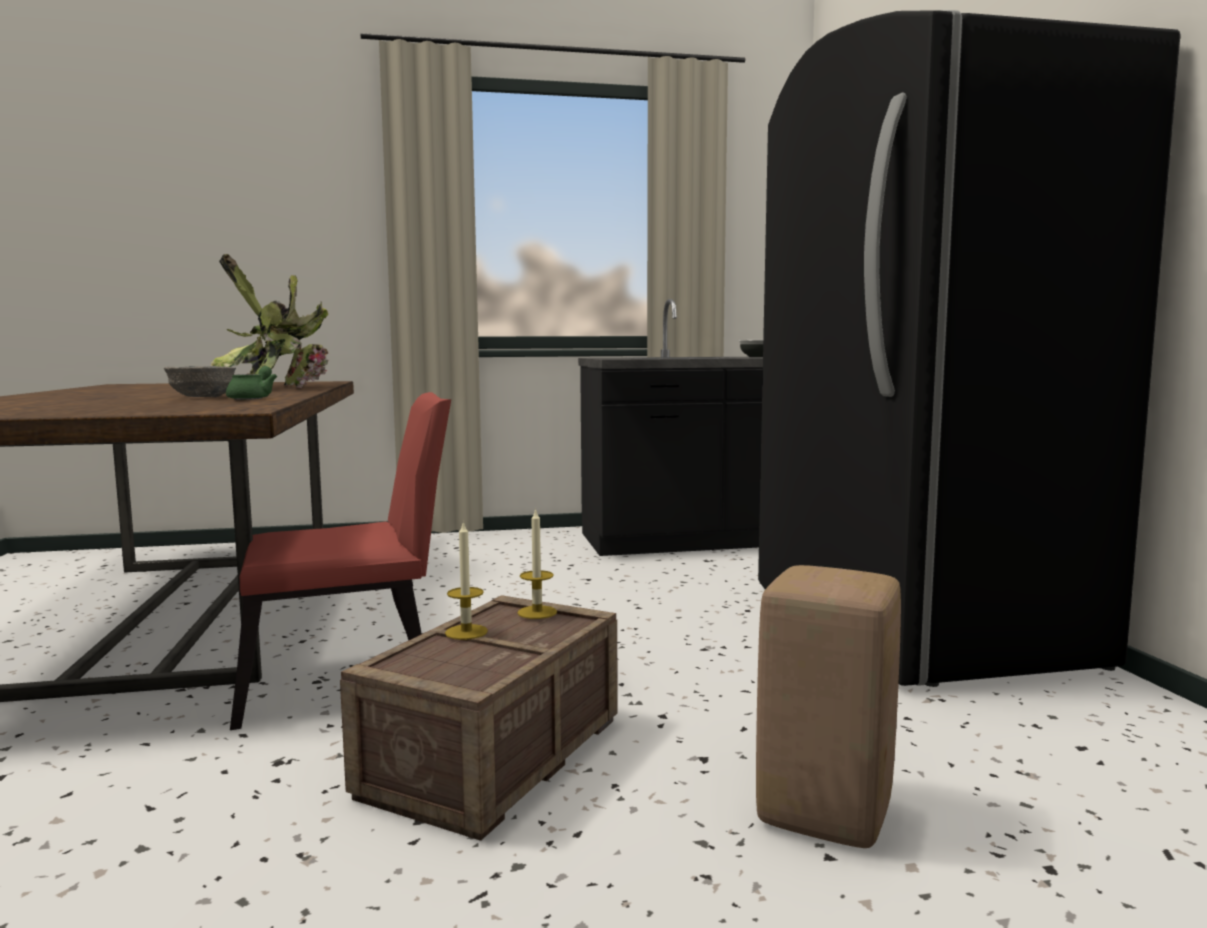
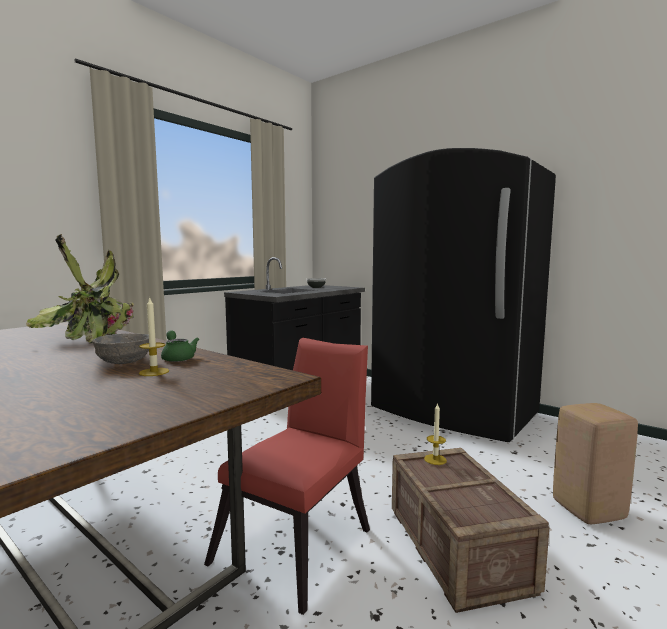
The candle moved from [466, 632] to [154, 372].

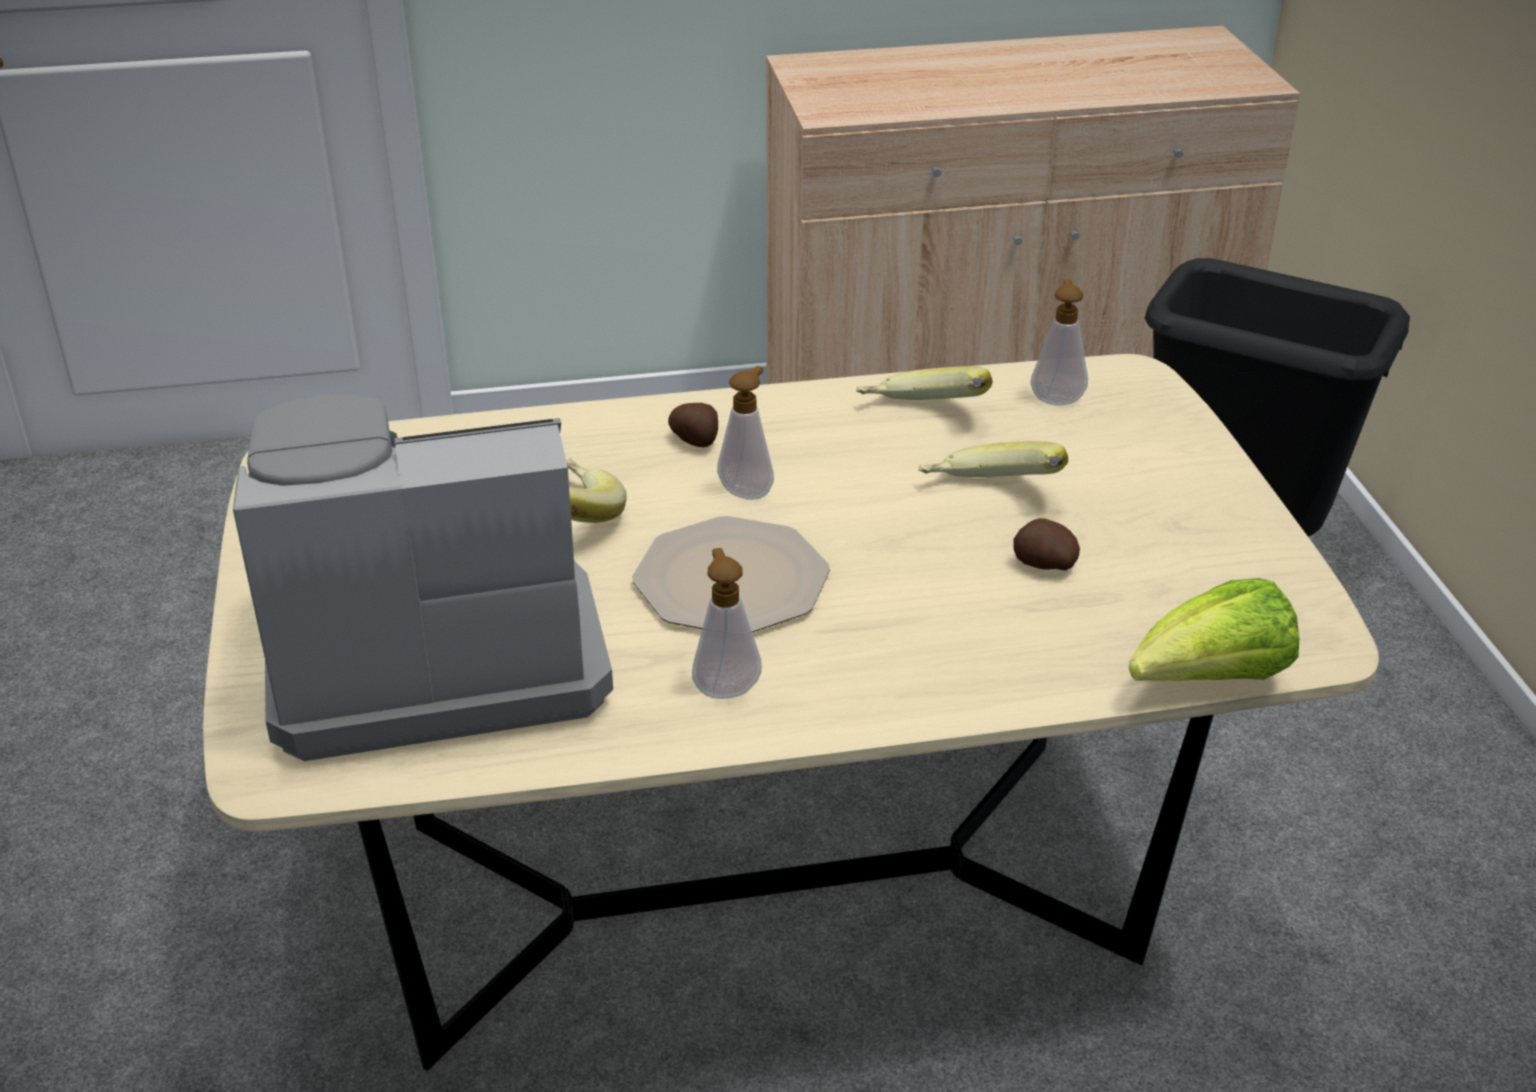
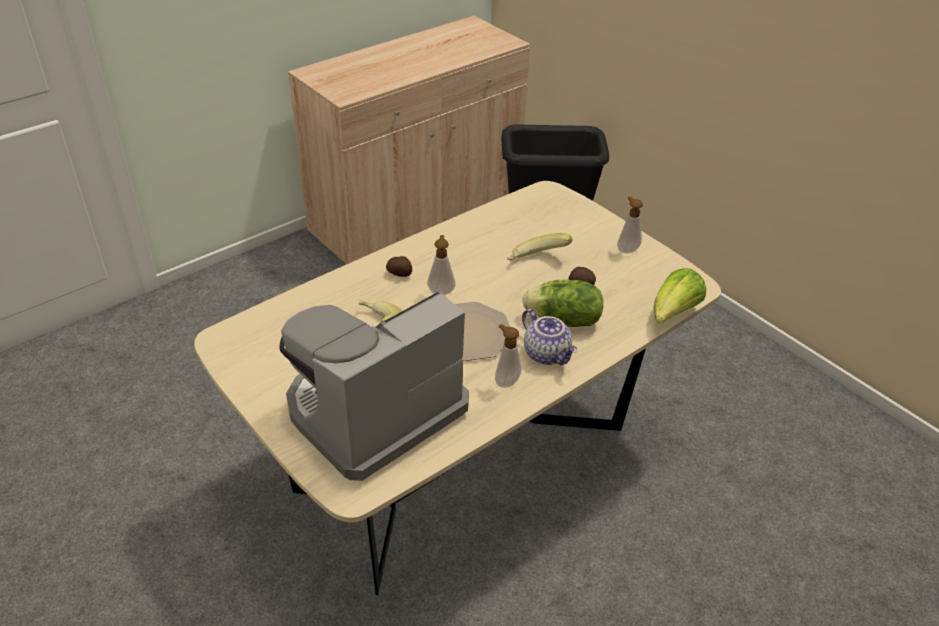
The soap bottle moved from [1056, 398] to [626, 249]. The whole banana at [921, 416] disappeared. The lettuce at [563, 321] appeared. The teapot at [547, 354] appeared.

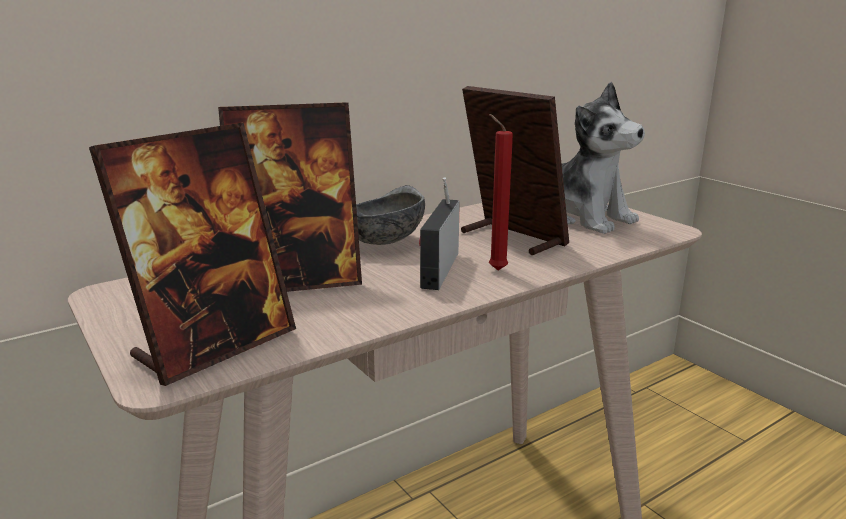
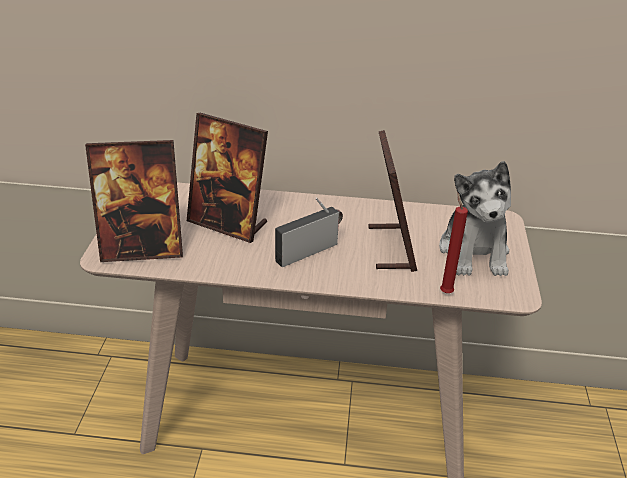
The red-coloured candle moved from [495, 269] to [445, 291]. The gray deep dish at [382, 241] disappeared.

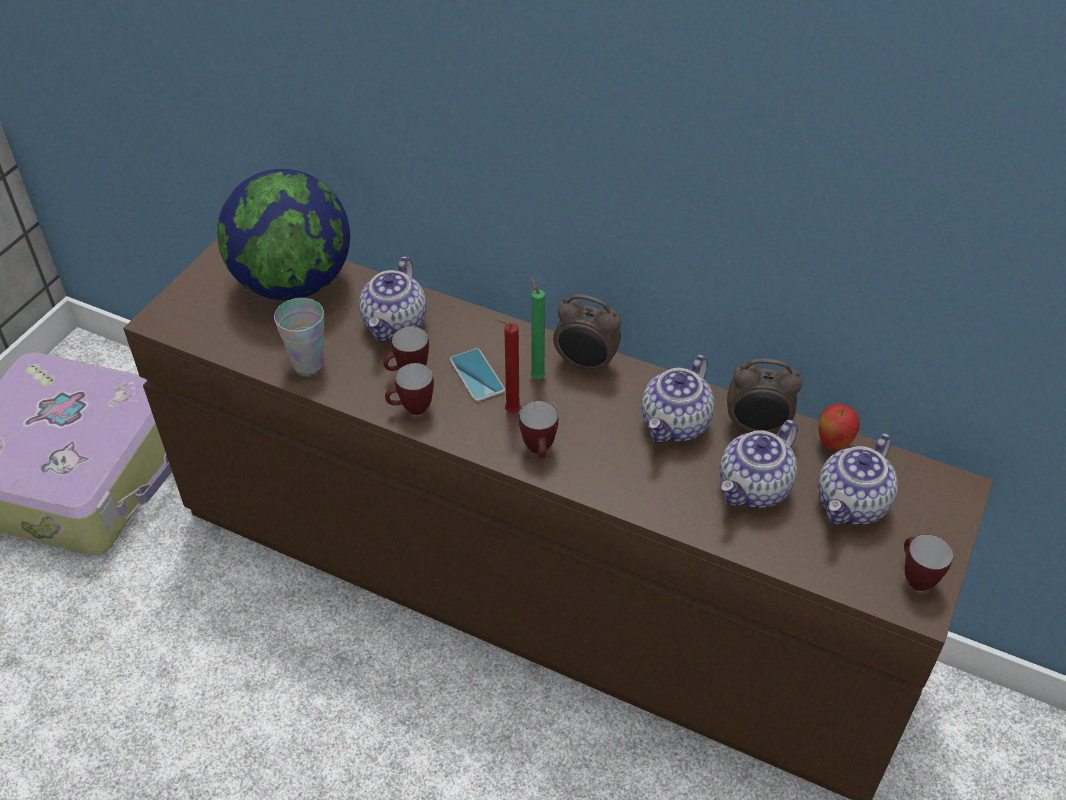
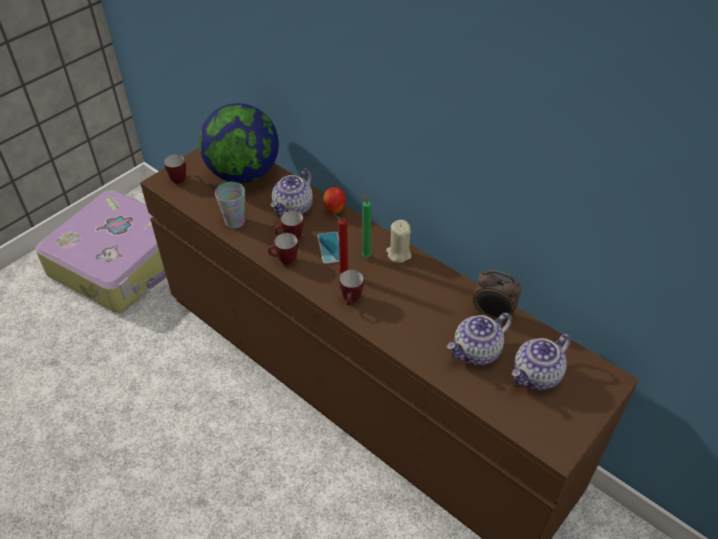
The alarm clock at [585, 364] was replaced by the beige candle at [398, 254]. The teapot at [676, 425] disappeared. The apple fruit moved from [833, 444] to [335, 211]. The mug moved from [914, 577] to [178, 178].

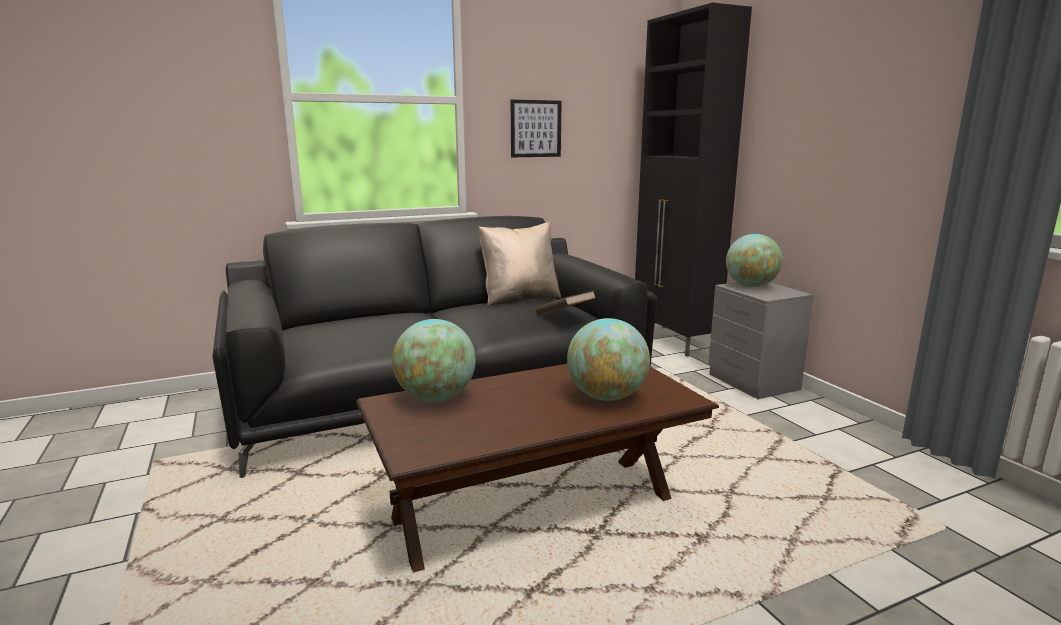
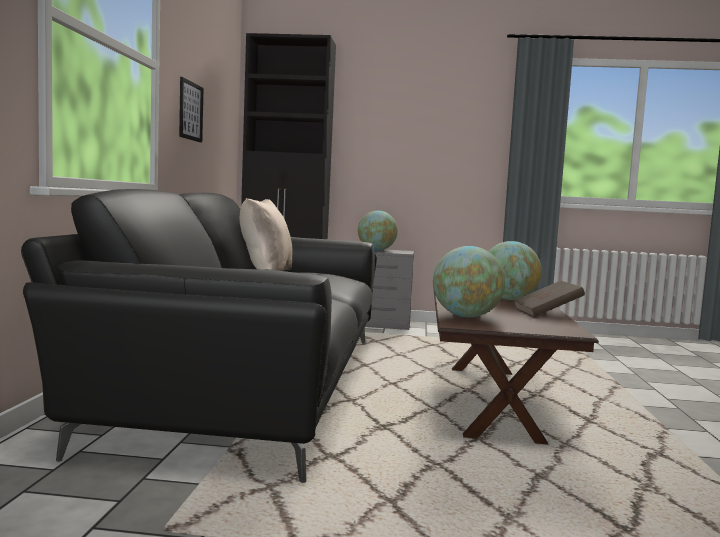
The brown-coloured volume moved from [564, 316] to [547, 313].

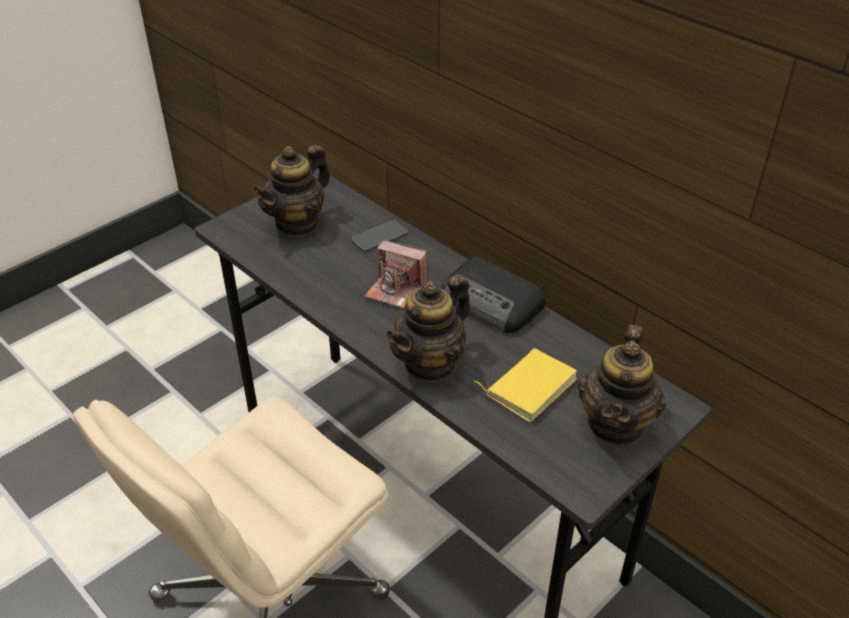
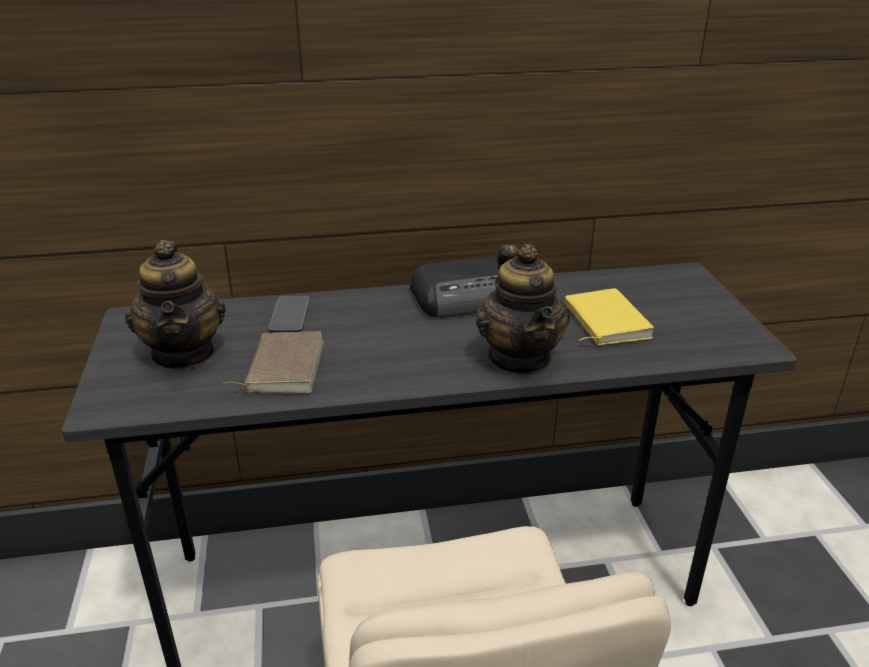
The photo camera at [396, 289] disappeared. The teapot at [616, 424] disappeared. The brown-coloured volume at [282, 367] appeared.

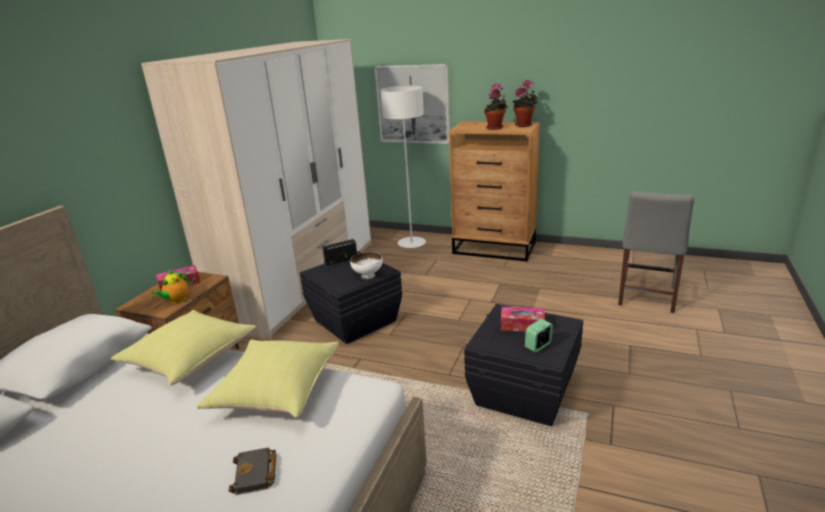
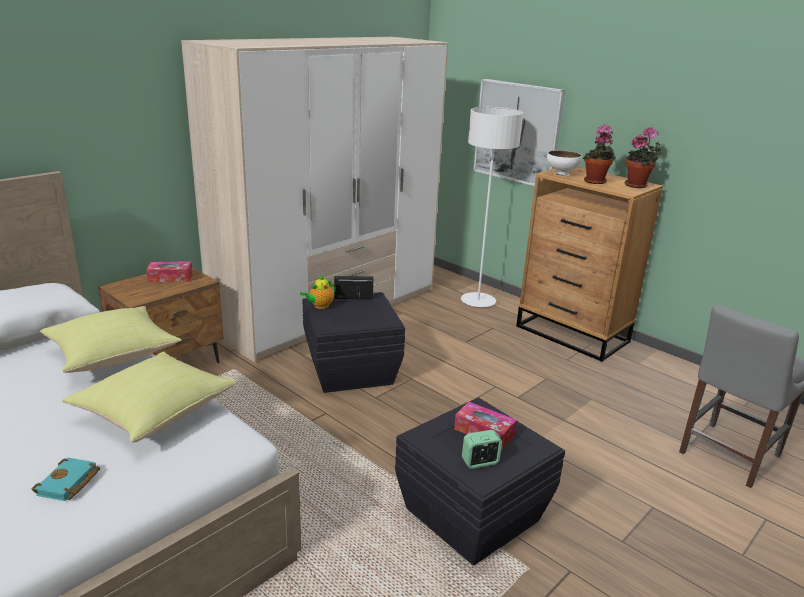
The white deep dish moved from [368, 275] to [562, 174]. The teapot moved from [176, 300] to [320, 306]. The black volume at [256, 474] became the turquoise volume at [68, 484].

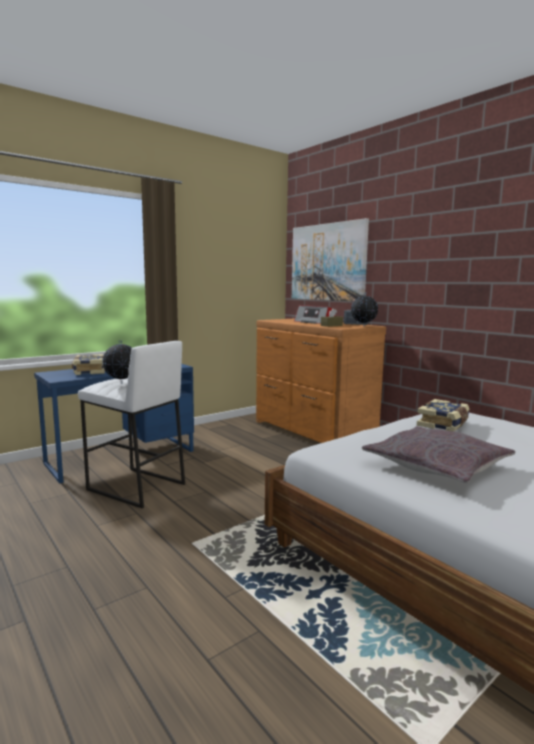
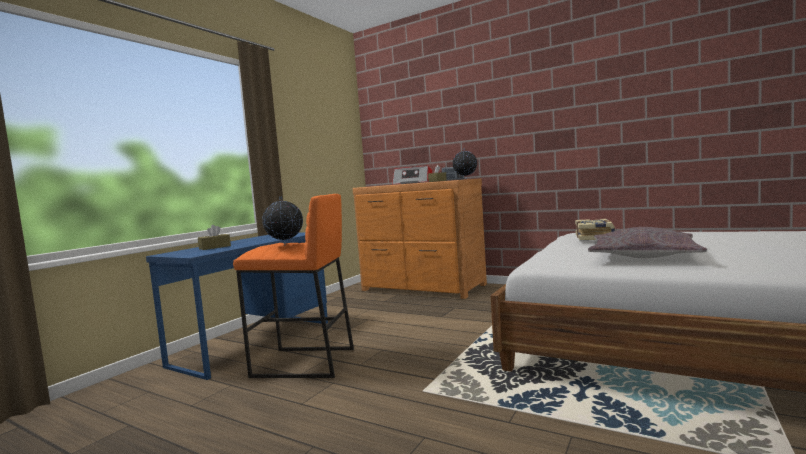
The wall picture at [327, 262] disappeared. The white stool seat at [135, 487] became the orange-coloured stool seat at [303, 363]. The volume at [88, 371] was replaced by the brown-coloured box of tissues at [215, 247].

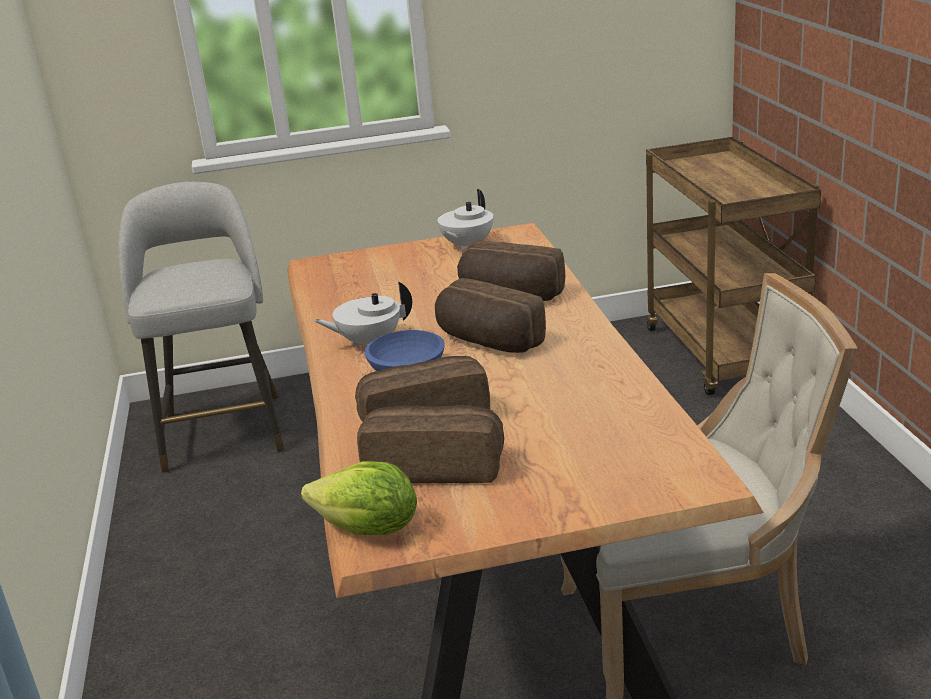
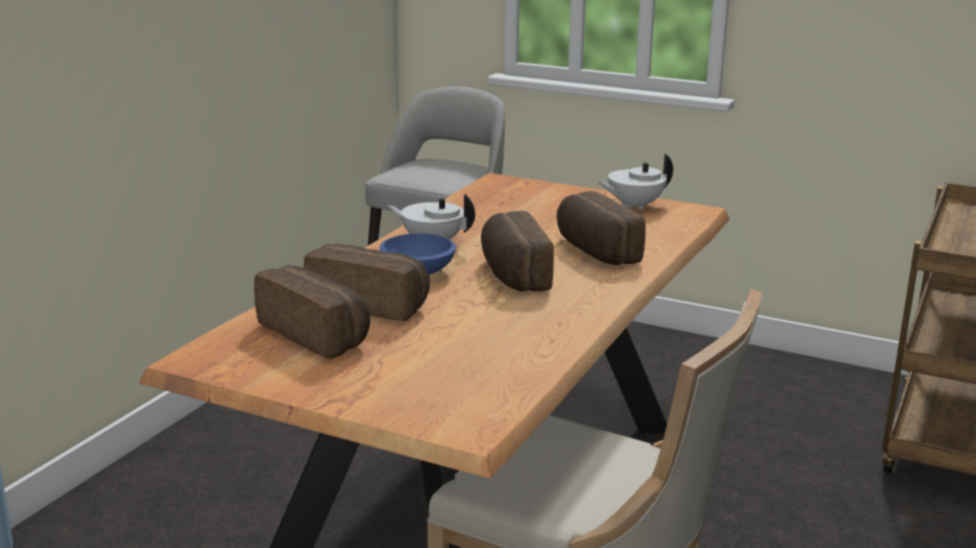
The lettuce at [368, 530] disappeared.

